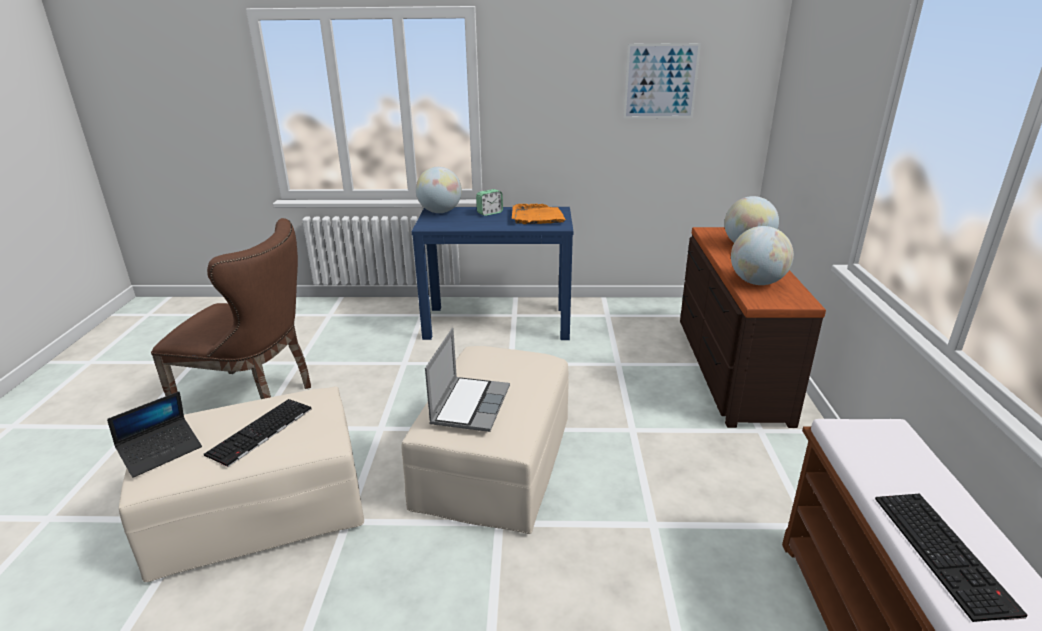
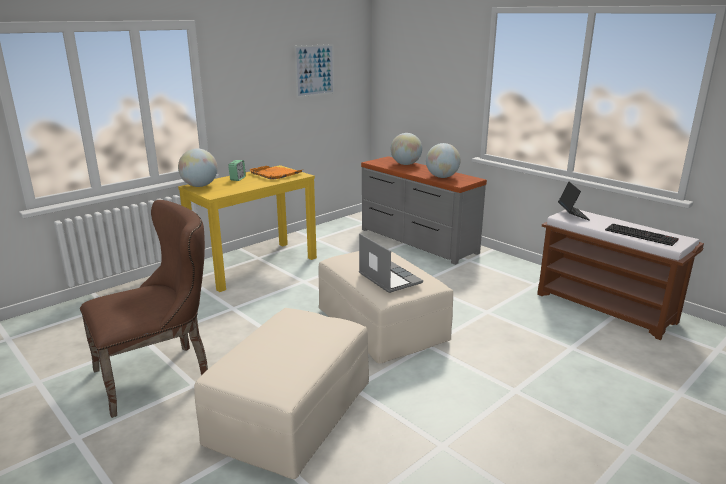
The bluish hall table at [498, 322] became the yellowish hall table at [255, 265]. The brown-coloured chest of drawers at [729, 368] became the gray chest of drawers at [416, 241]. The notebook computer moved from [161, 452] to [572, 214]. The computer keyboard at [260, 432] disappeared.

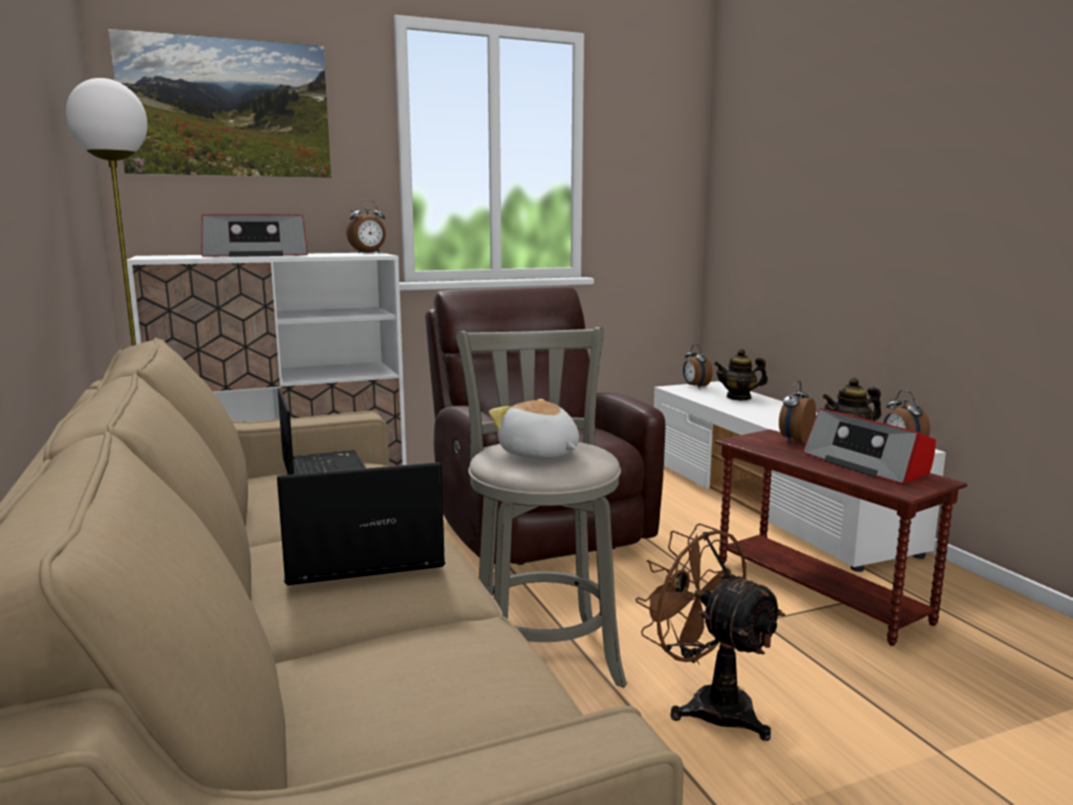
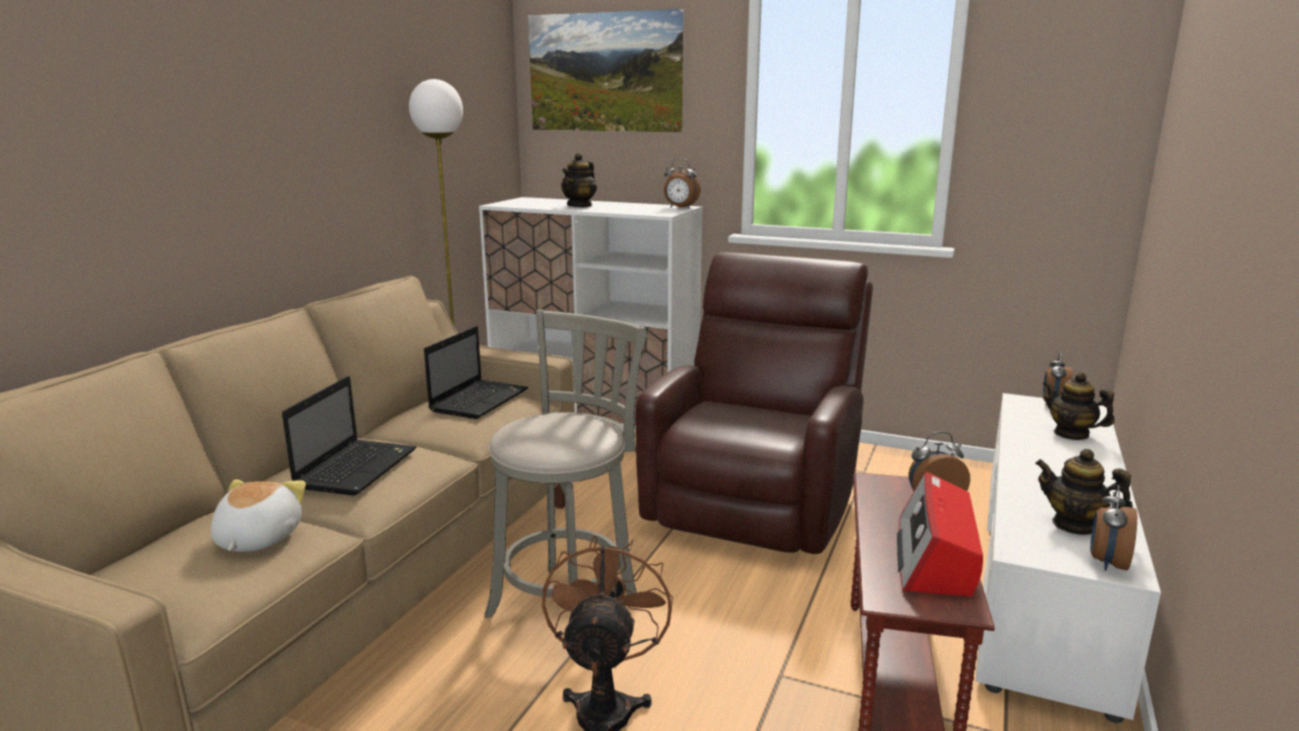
The radio set at [256, 255] was replaced by the teapot at [580, 205]. The cuddly toy moved from [538, 454] to [256, 539]. The notebook computer at [359, 559] turned 75 degrees clockwise.

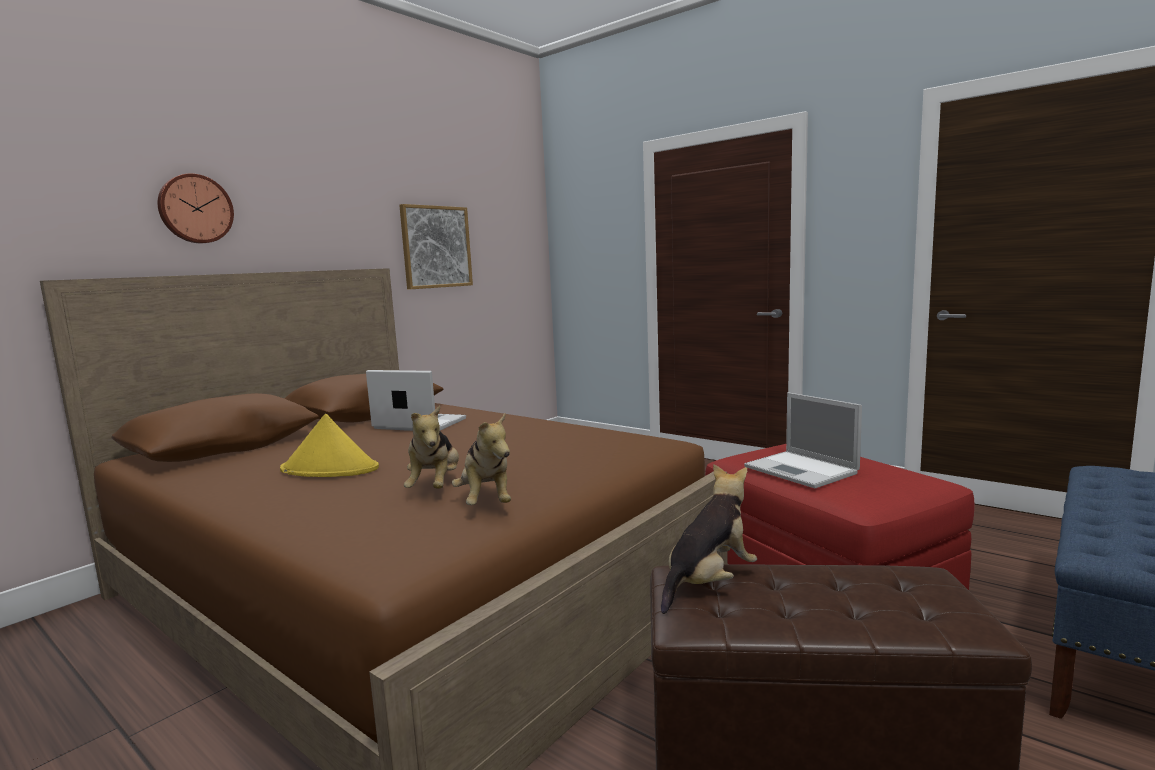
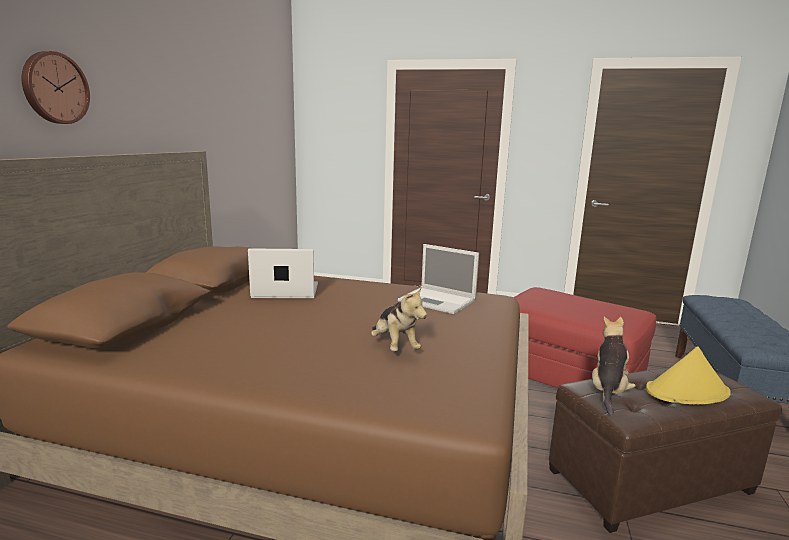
The wall picture at [436, 247] disappeared. The notebook computer moved from [802, 470] to [438, 301]. The cuddly toy at [486, 502] disappeared. The yellowish wearable hat moved from [330, 469] to [687, 392].

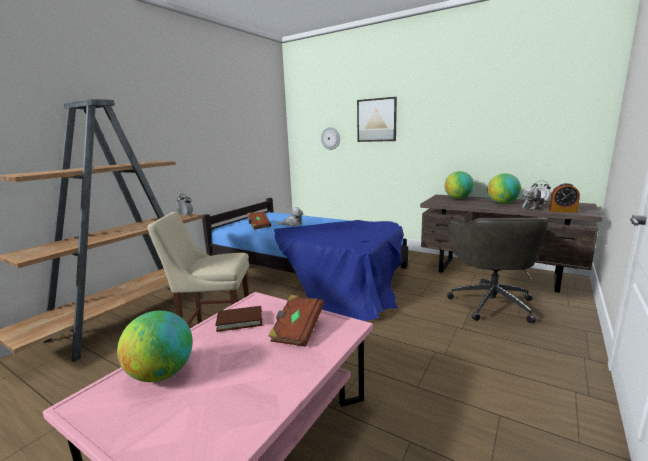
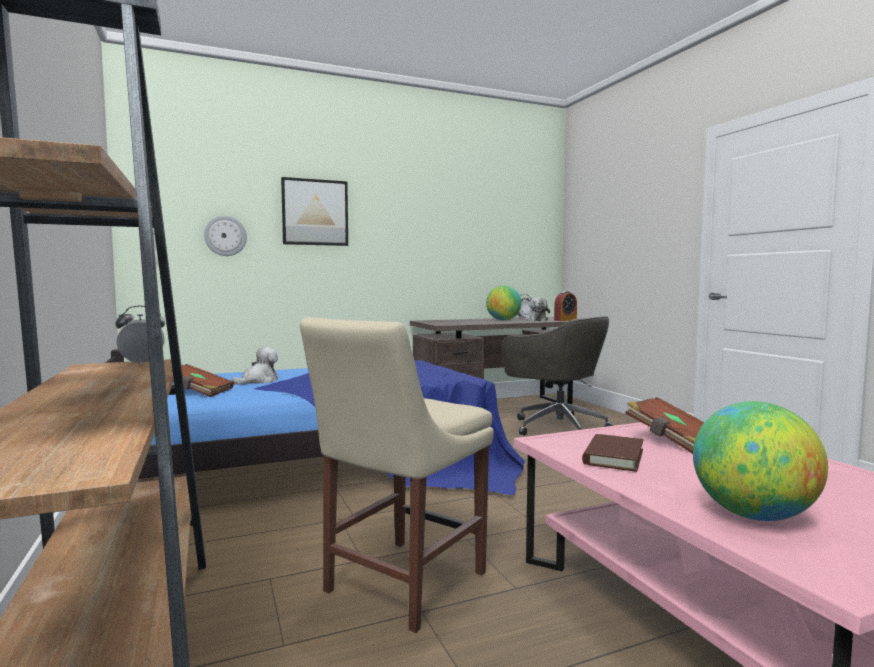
The globe at [458, 198] disappeared.

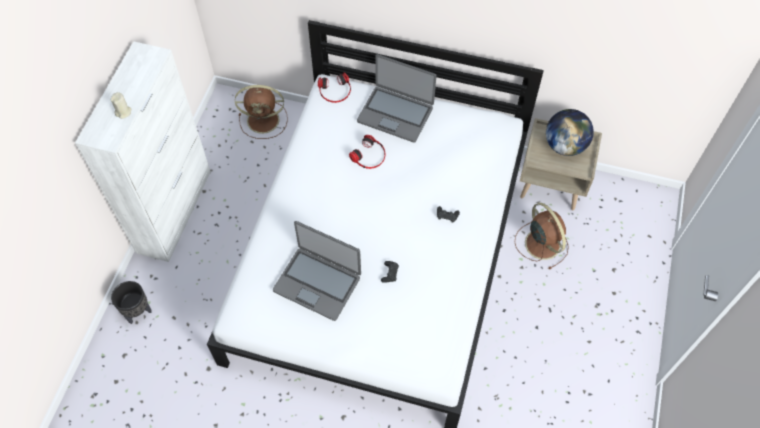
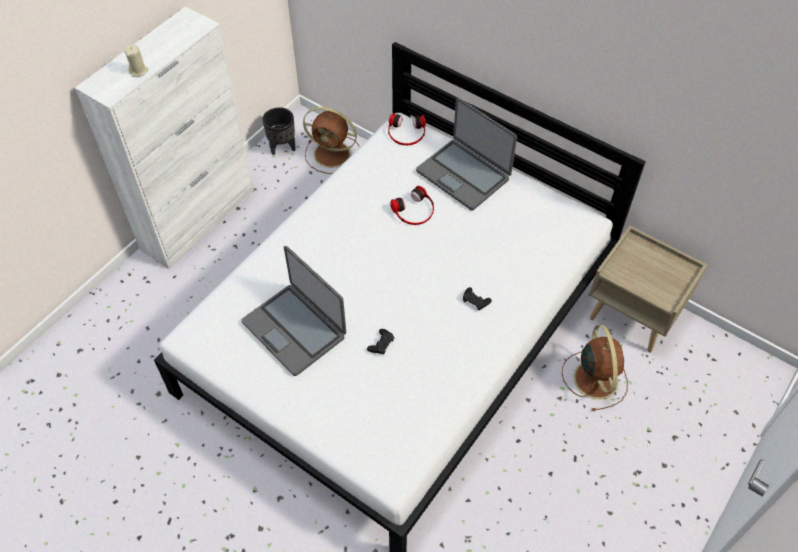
The globe at [565, 145] disappeared. The black plant pot moved from [138, 311] to [282, 147].

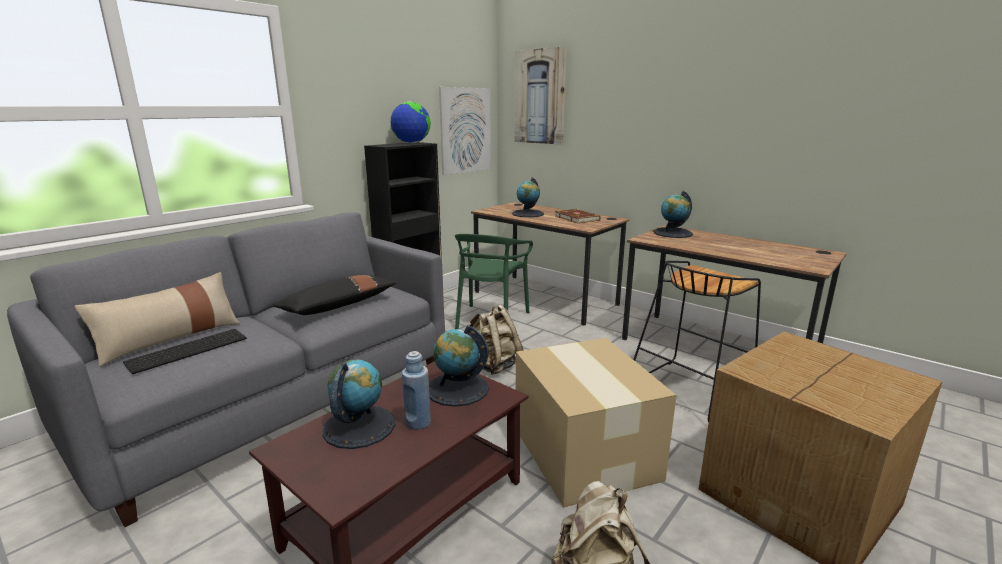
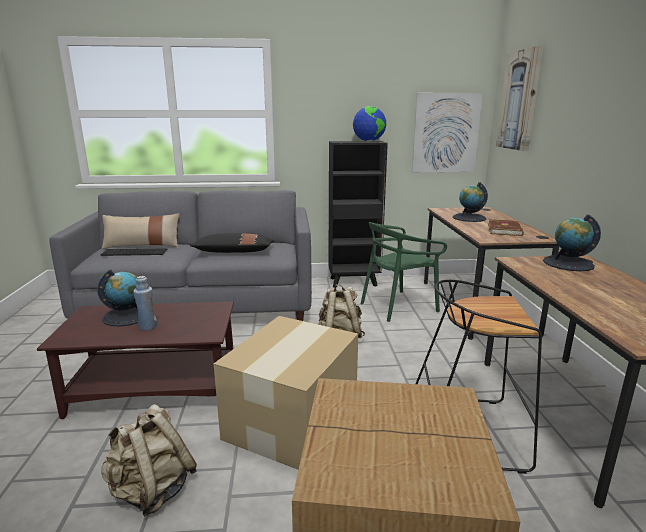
The globe at [457, 389] disappeared.

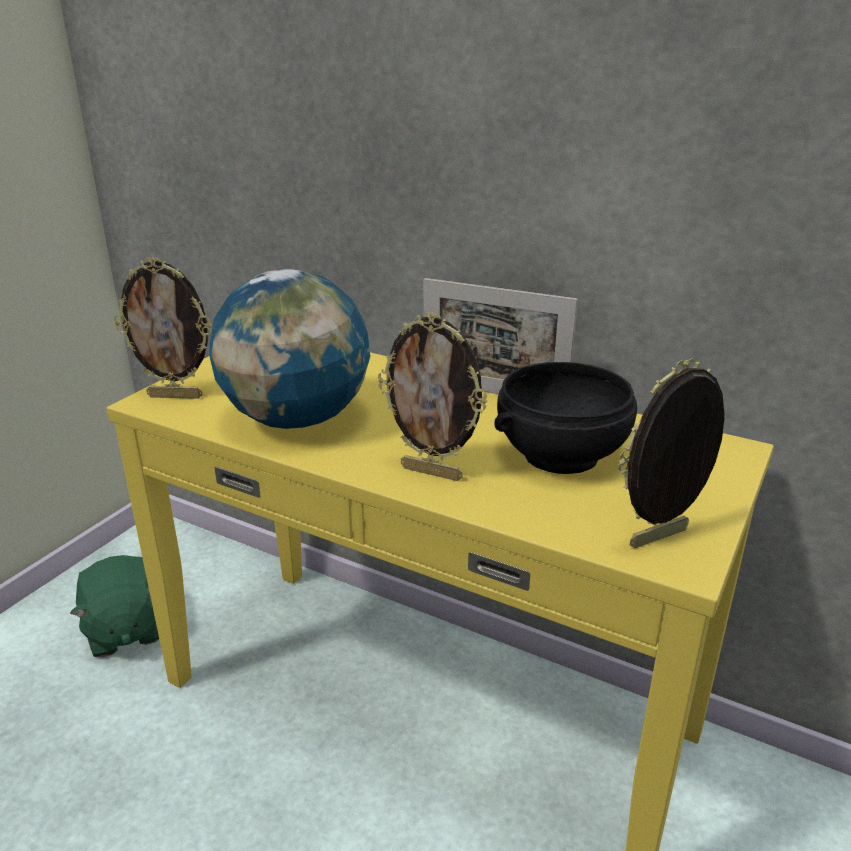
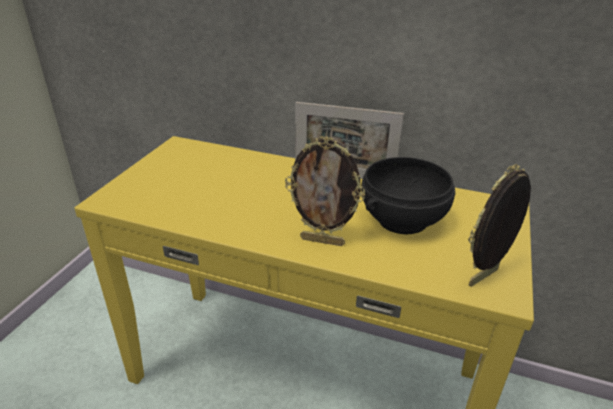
The photo frame at [176, 396] disappeared. The globe at [297, 419] disappeared. The green cuddly toy at [124, 630] disappeared.

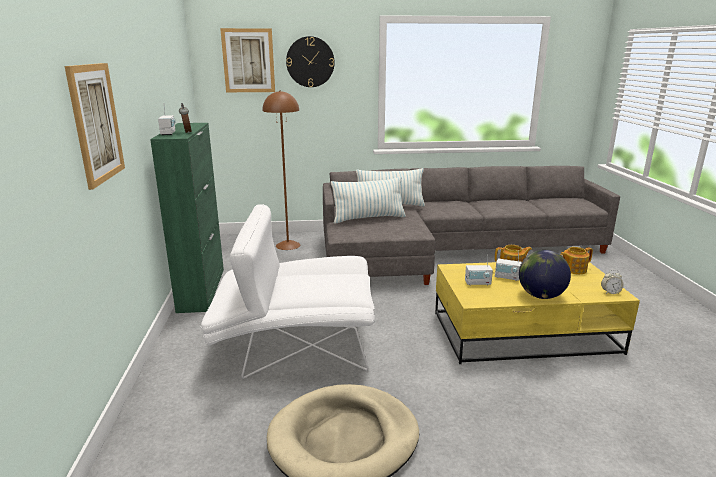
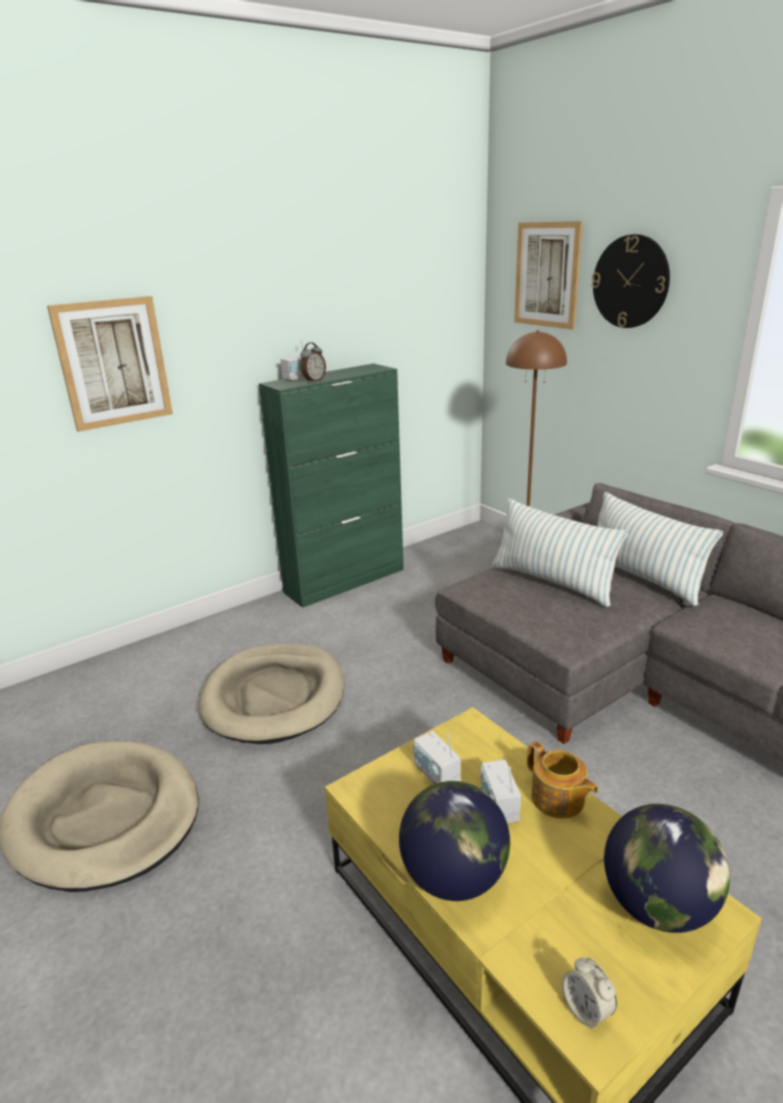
The white armchair at [295, 346] was replaced by the beige dog bed at [274, 697]. The teapot at [573, 269] was replaced by the globe at [657, 906].

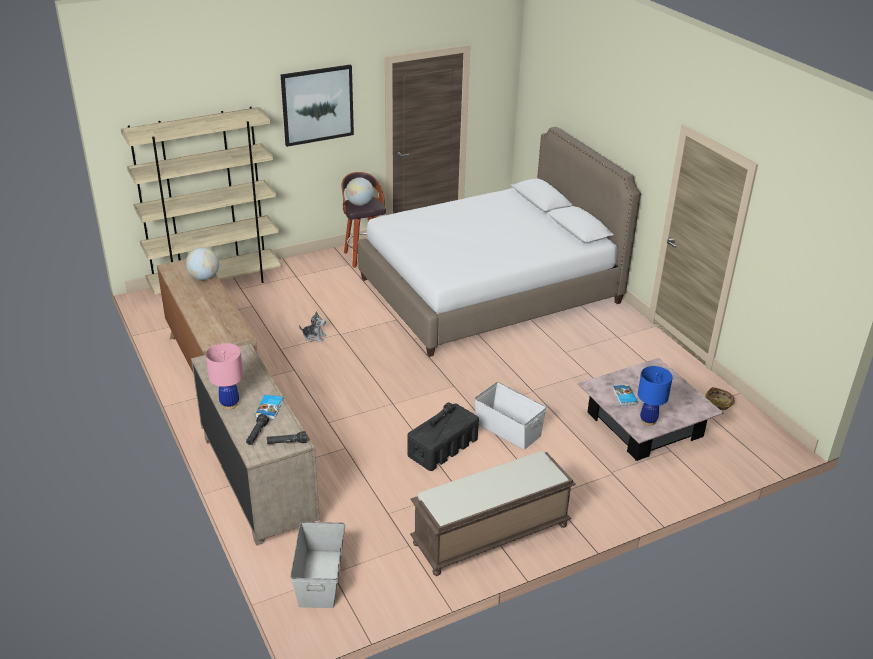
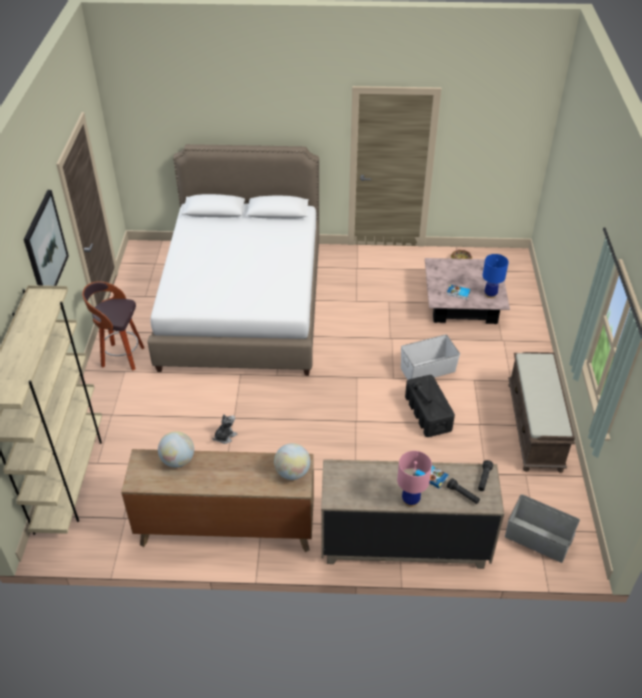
The globe moved from [360, 204] to [292, 472].

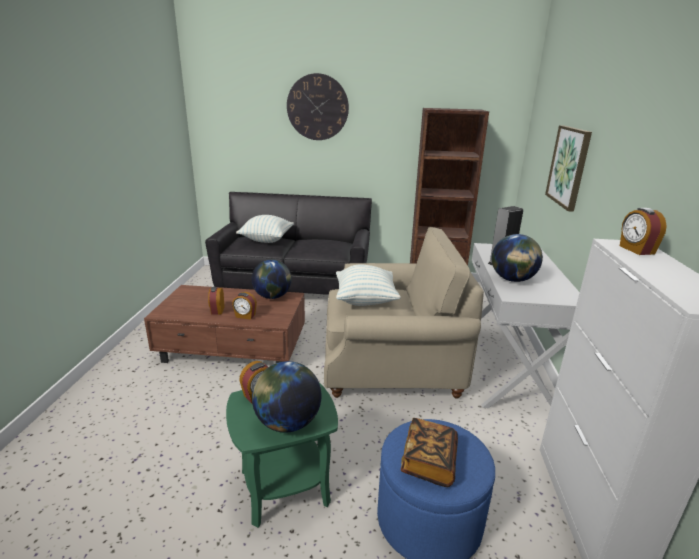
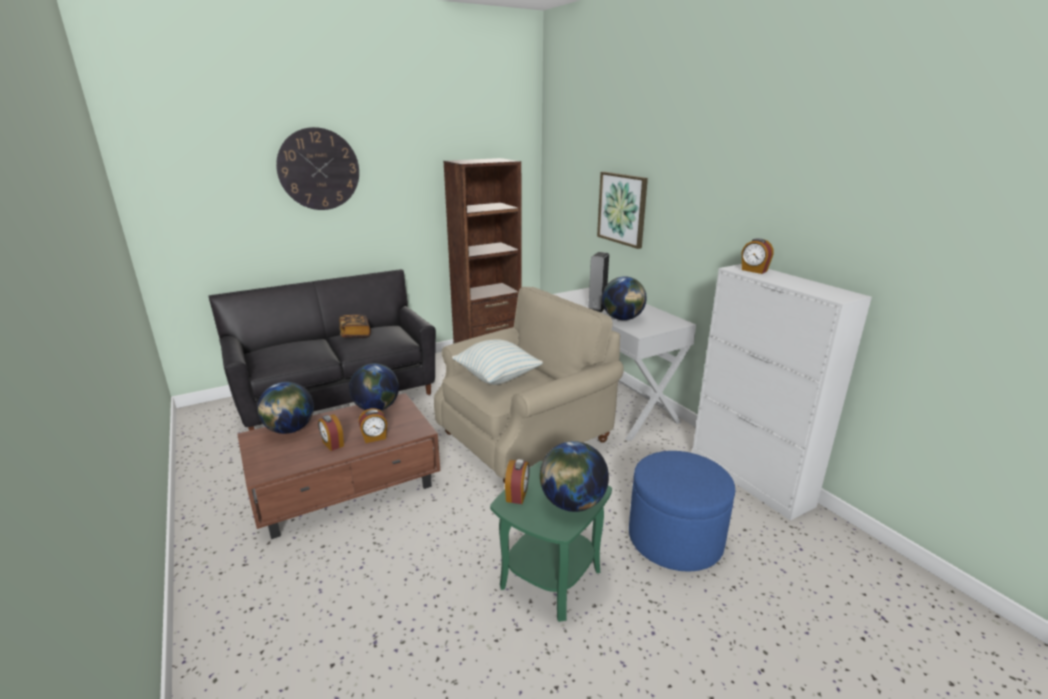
The throw pillow at [266, 240] disappeared. The volume moved from [428, 462] to [355, 334]. The globe at [290, 430] appeared.

